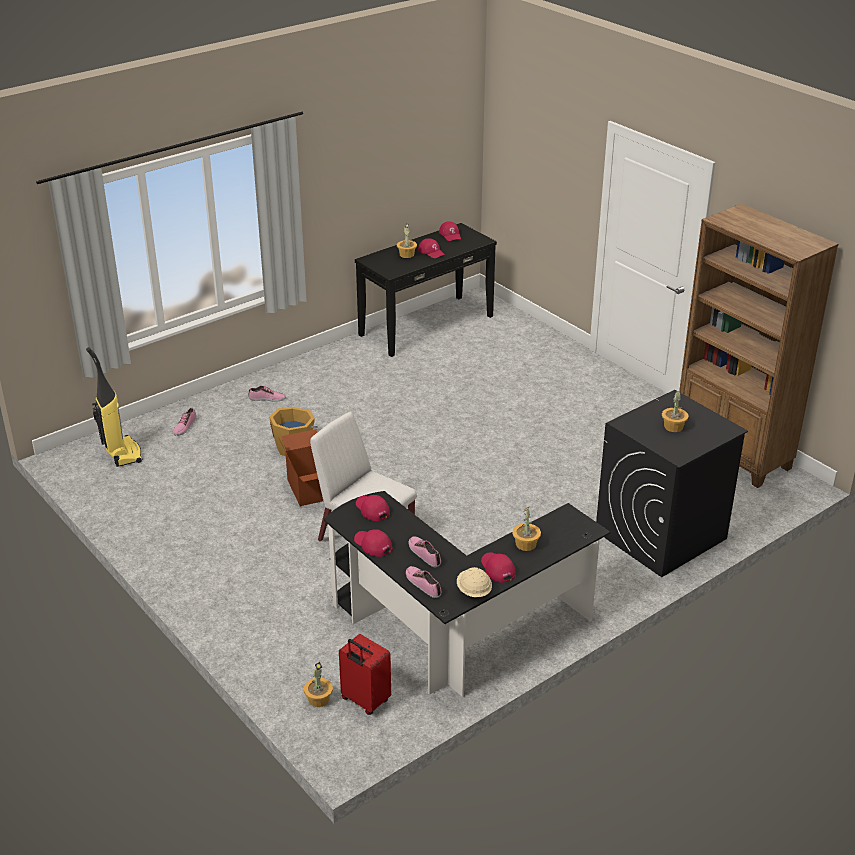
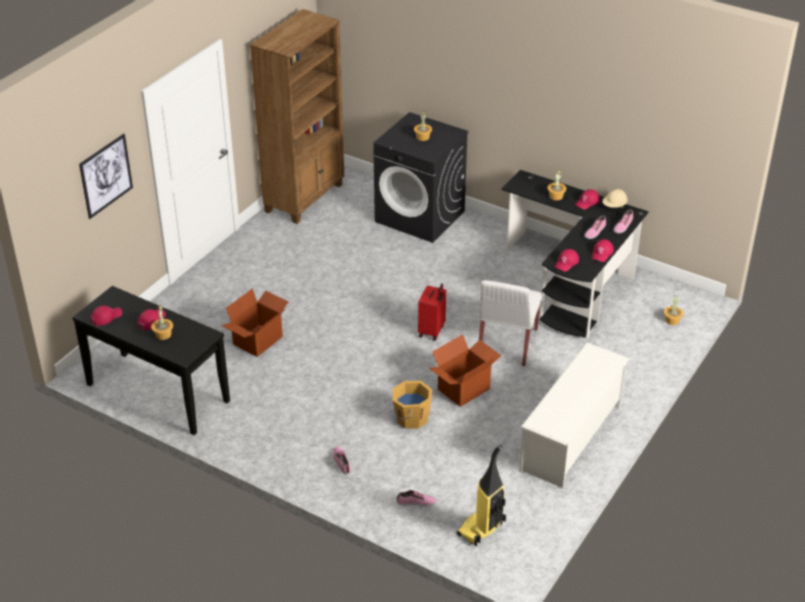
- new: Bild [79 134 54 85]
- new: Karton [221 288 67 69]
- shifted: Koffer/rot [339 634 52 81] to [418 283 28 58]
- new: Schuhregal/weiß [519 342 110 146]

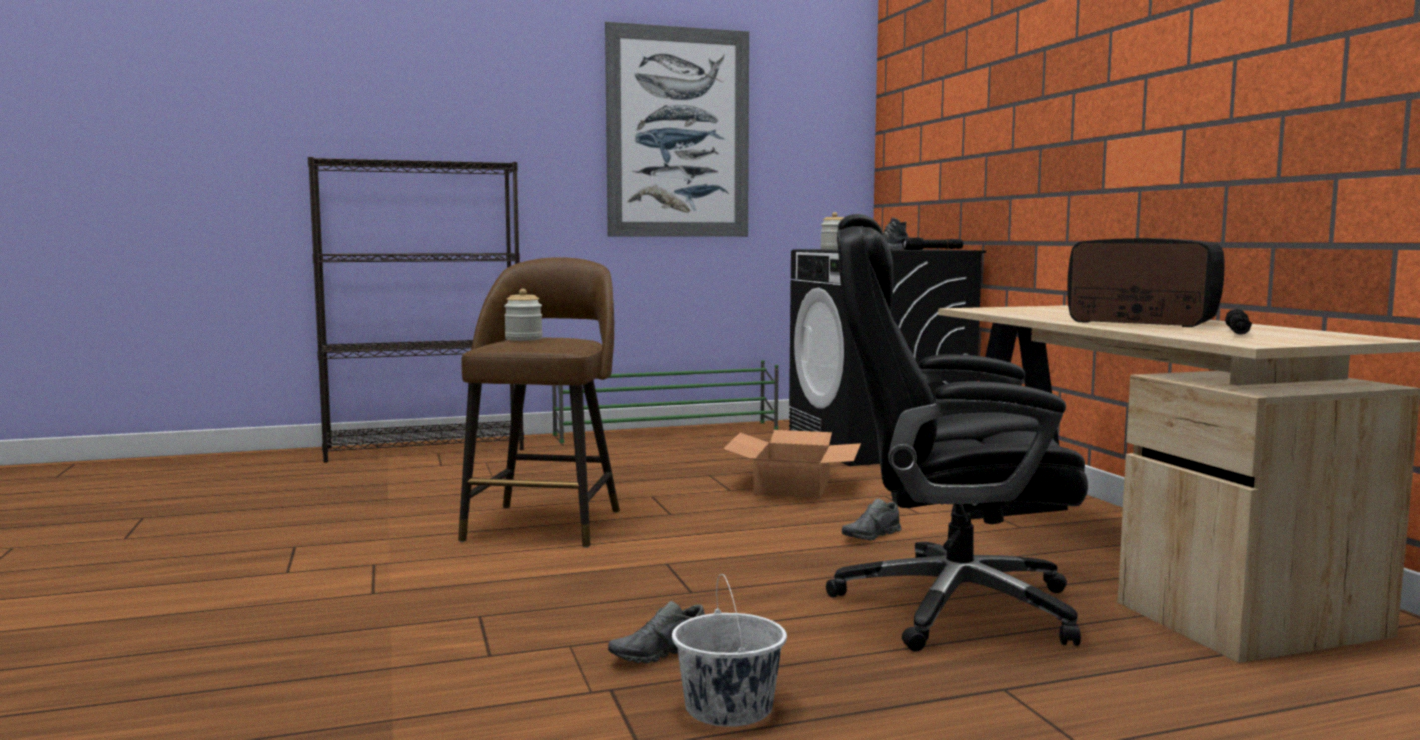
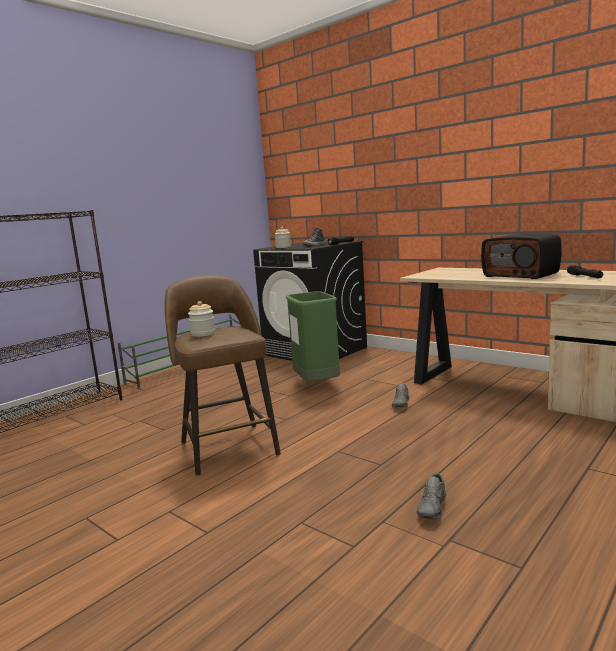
- swapped: Karton [723 430 138 69] to Mülleimer/grün [286 291 54 90]
- rotated: Radio [1067 238 157 89] = [481 233 81 46] 135 degrees counterclockwise
- gone: Bild [605 22 144 215]
- gone: Eimer/weiß [672 574 115 153]
- gone: Bürostuhl/schwarz [826 214 262 438]

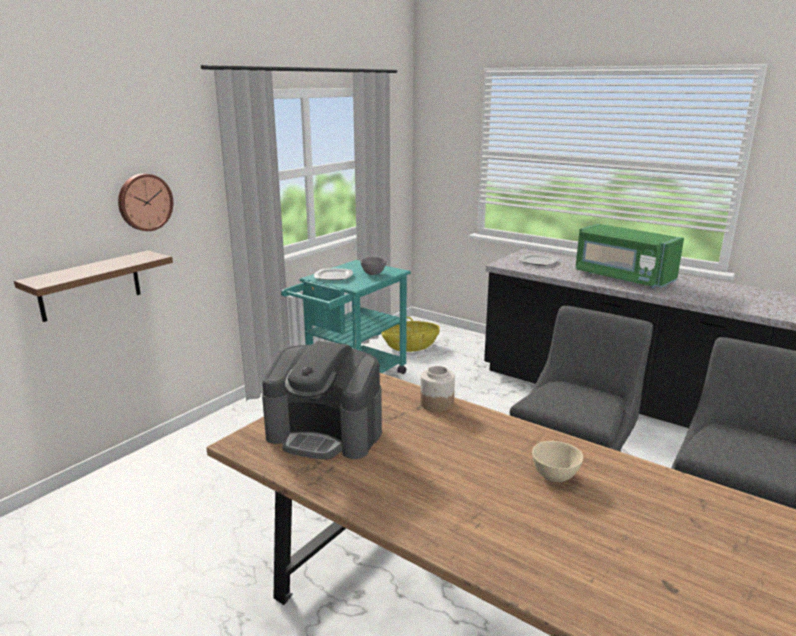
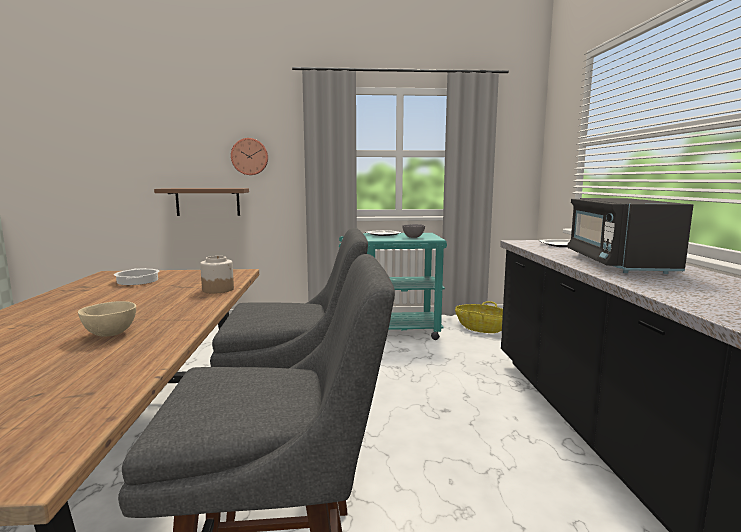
- swapped: Kaffeemaschine [262 341 120 119] to Kochtopf [114 268 45 17]
- repainted: Mikrowelle/grün [575 224 109 64] to Mikrowelle/schwarz [567 198 126 76]

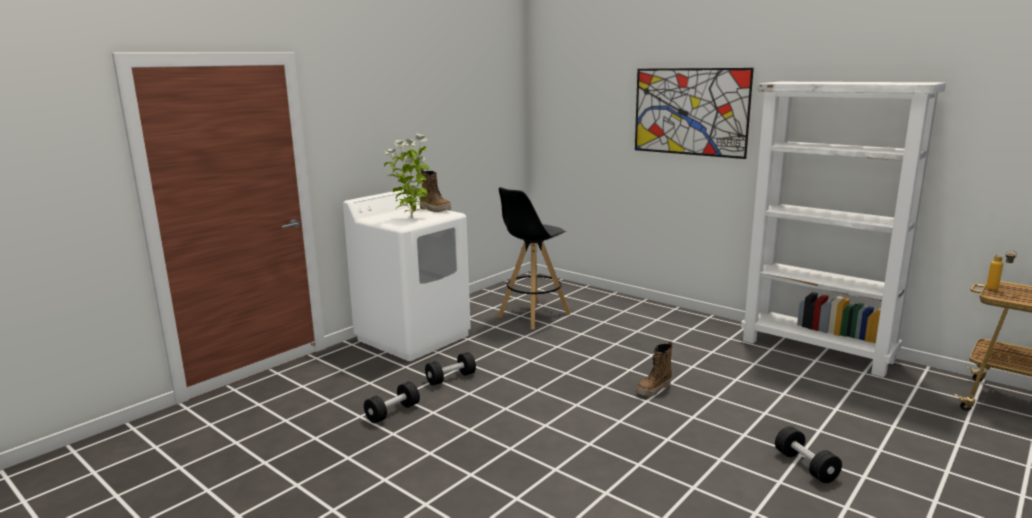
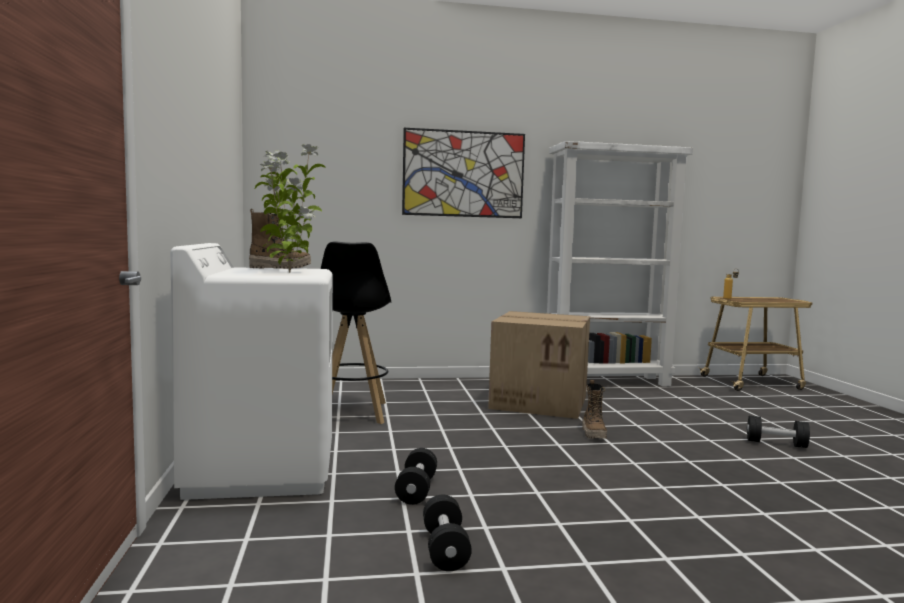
- new: Karton [488 311 102 108]

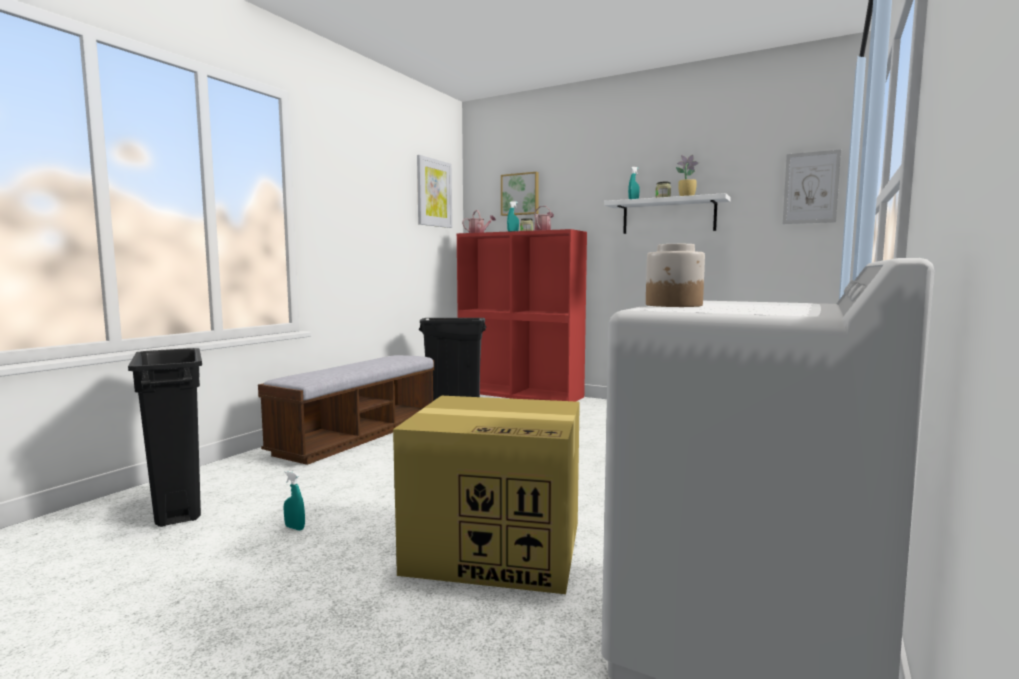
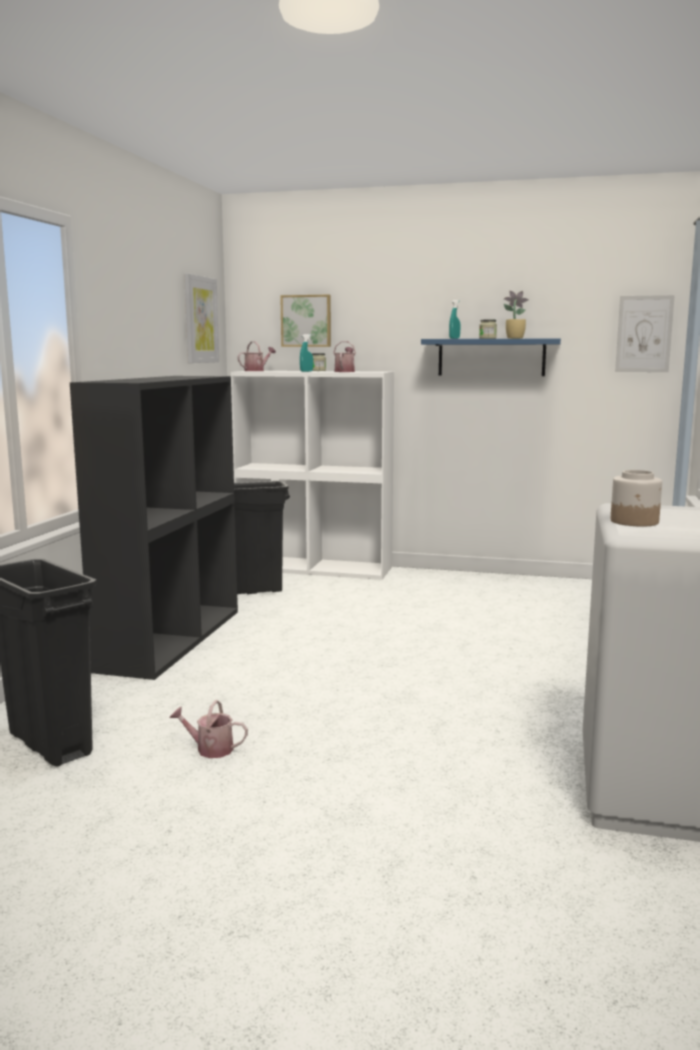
- swapped: Bank [258 355 176 110] to Bücherregal/schwarz [70 376 168 304]
- swapped: Sprühflasche/türkis [283 471 22 60] to Gießkanne [170 700 78 58]
- repainted: Bücherregal/rot [457 229 130 172] to Bücherregal/weiß [231 371 163 209]
- repainted: Wandregal/weiß [604 193 127 41] to Wandregal/blau [421 339 140 37]
- gone: Karton [393 396 187 198]

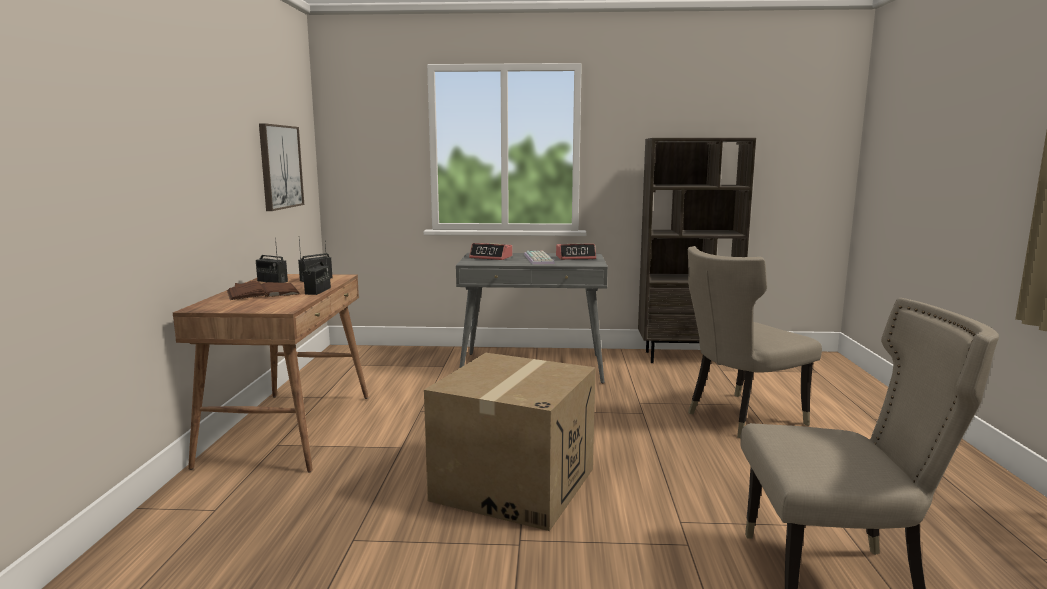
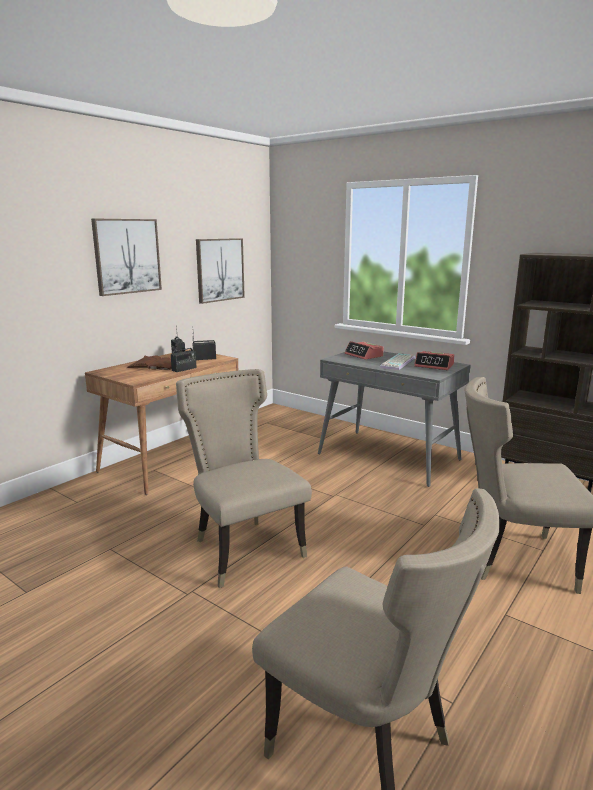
- new: Bild [91 219 71 77]
- swapped: Karton [424 353 172 178] to Stuhl/beige [176 369 136 219]

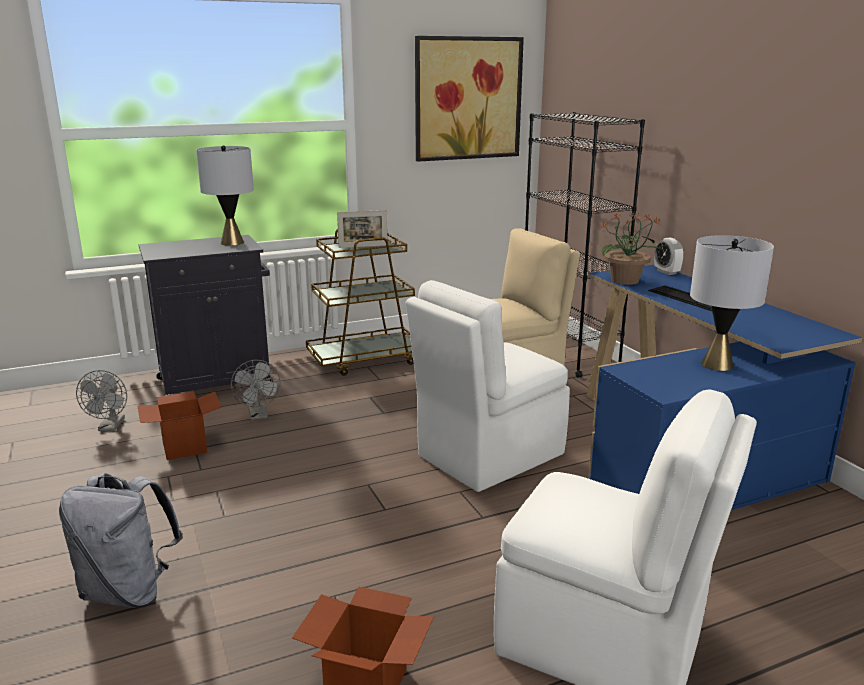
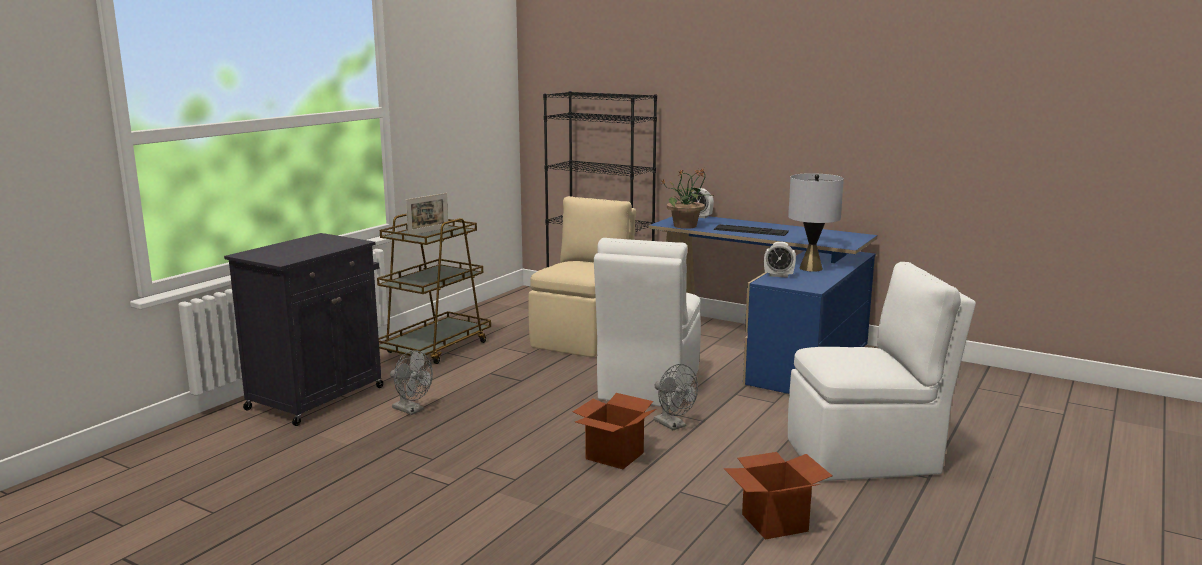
- shifted: Karton [138 391 83 69] to [573 393 83 76]
- shifted: Ventilator/grau [76 370 51 61] to [654 364 44 66]
- new: Wecker [764 242 32 36]
- gone: Rucksack/grau [59 473 124 135]
- gone: Tischlampe/grau [196 145 58 101]
- gone: Bild [415 36 109 126]

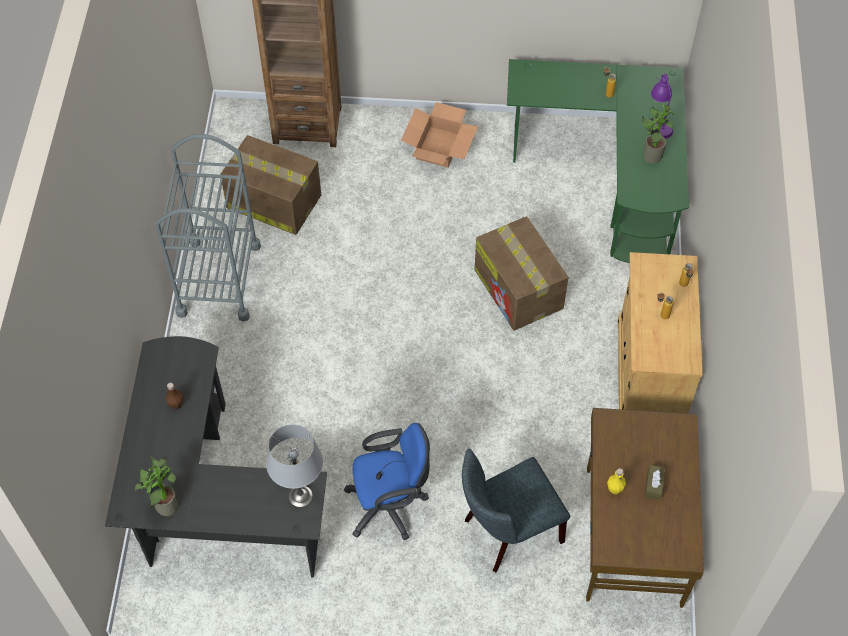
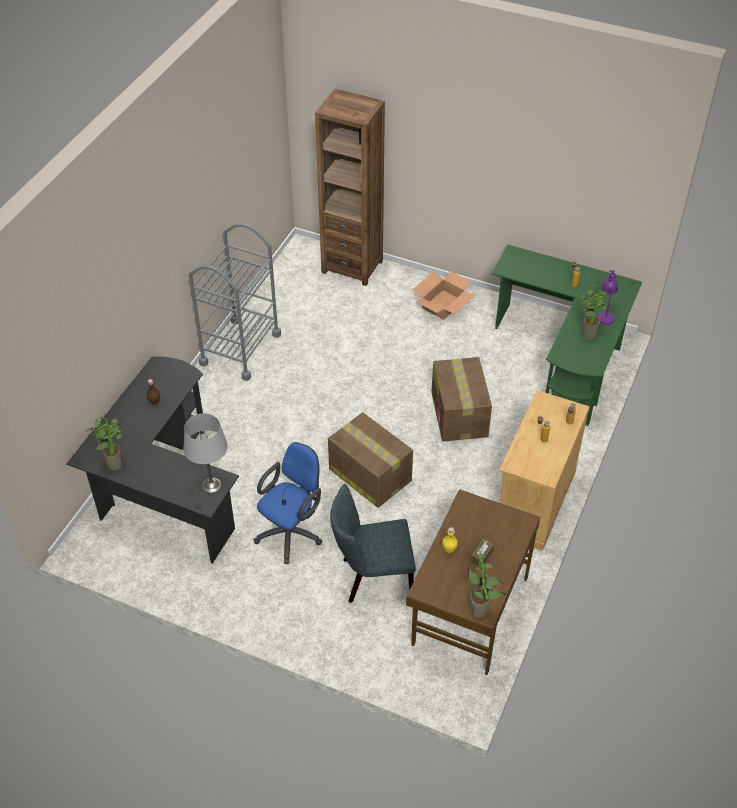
- rotated: Bürostuhl/blau [344 423 86 117] = [254 442 68 122] 60 degrees counterclockwise
- shifted: Karton [220 135 101 100] to [328 412 85 96]
- new: Topfpflanze [468 551 39 67]

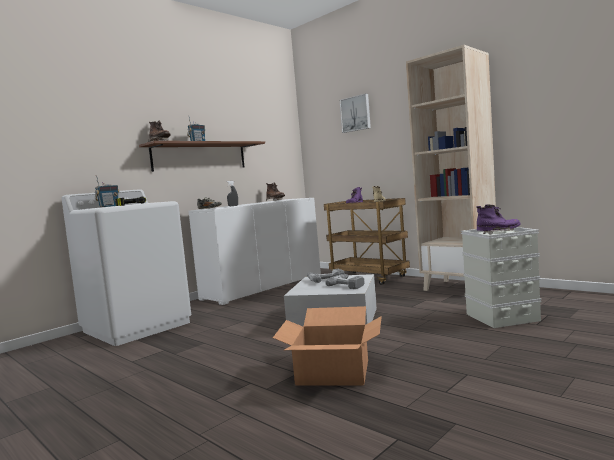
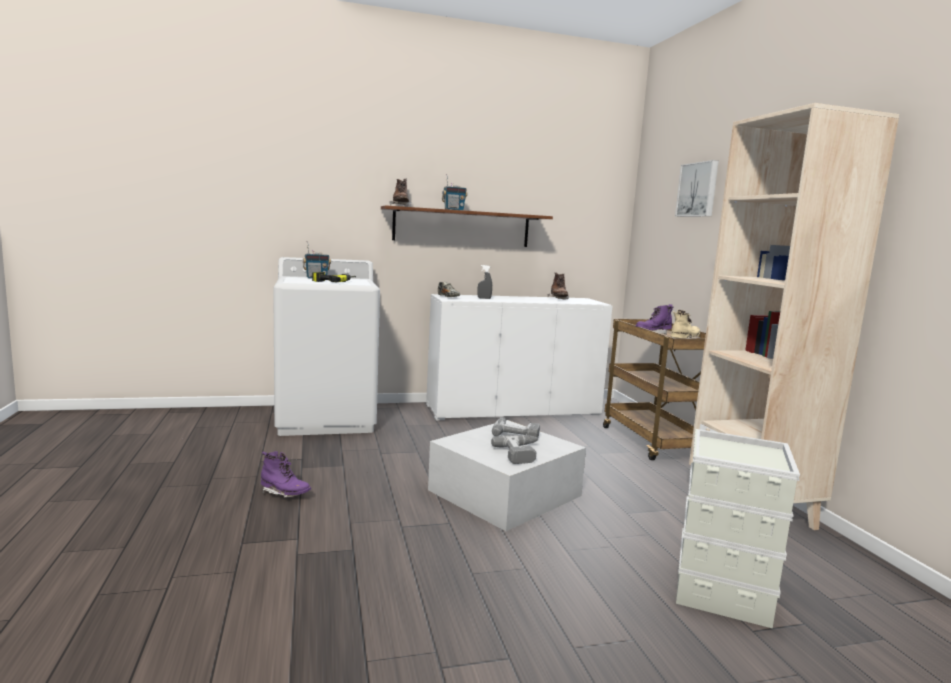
- shifted: Stiefel/lila [476 204 44 31] to [261 451 50 46]
- gone: Karton [273 306 109 79]

